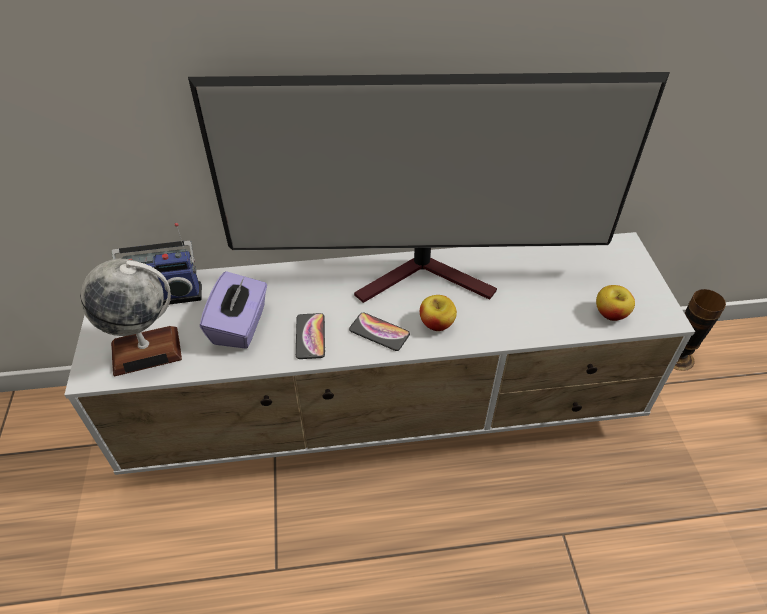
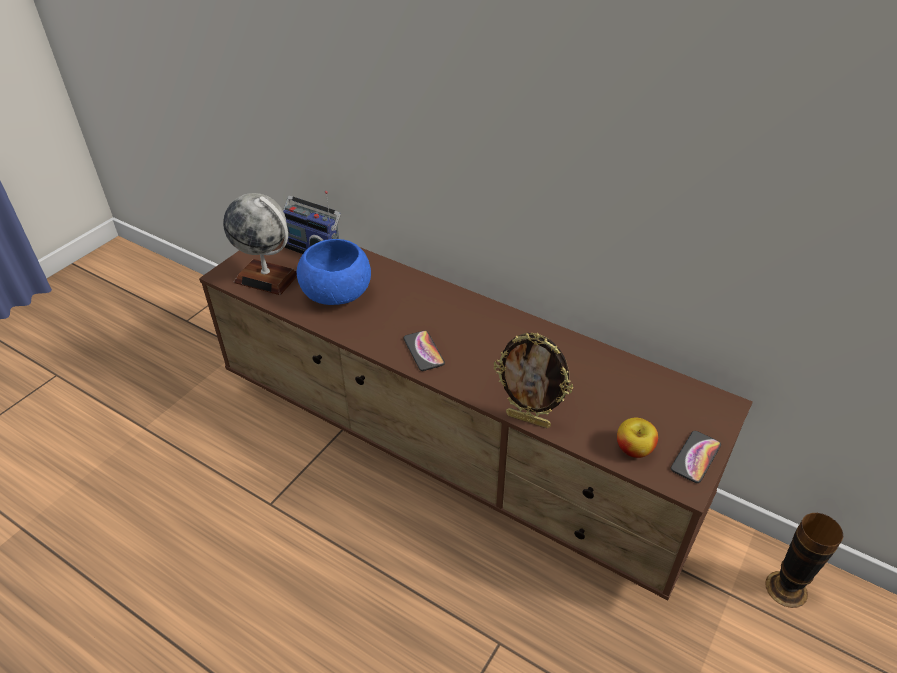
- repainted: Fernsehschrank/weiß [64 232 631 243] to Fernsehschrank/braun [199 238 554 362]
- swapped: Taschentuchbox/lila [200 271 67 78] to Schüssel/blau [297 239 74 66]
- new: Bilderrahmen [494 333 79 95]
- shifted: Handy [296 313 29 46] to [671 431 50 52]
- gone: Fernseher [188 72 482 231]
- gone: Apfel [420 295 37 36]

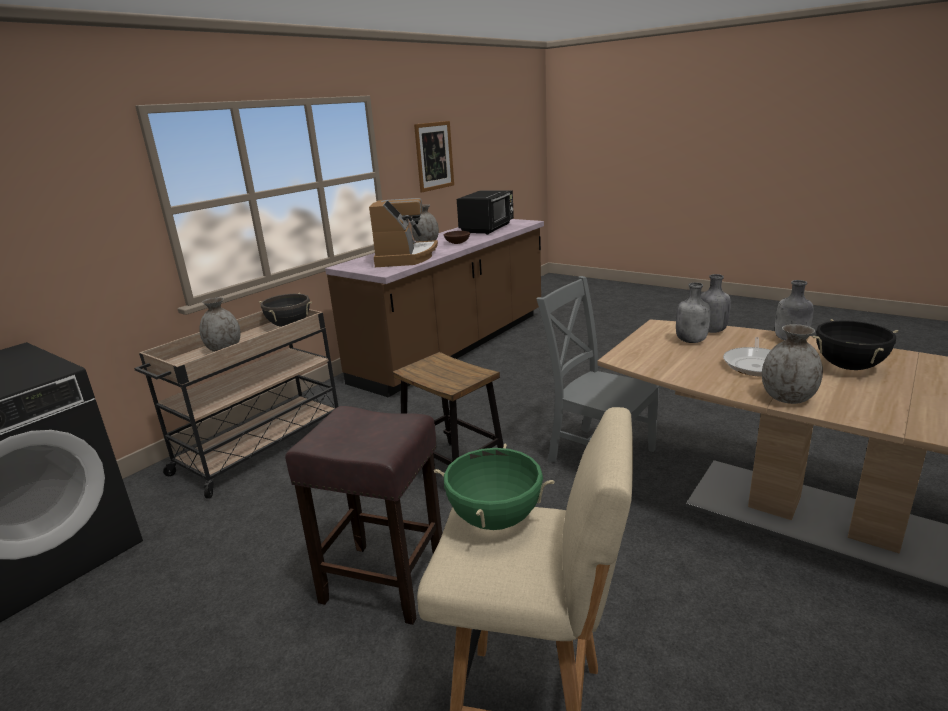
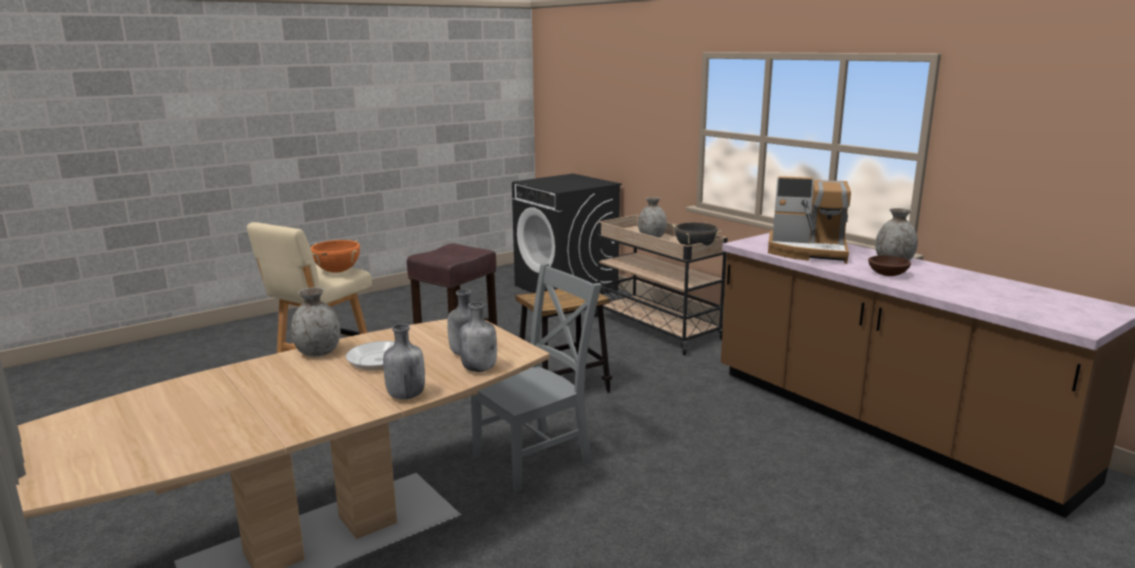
- repainted: Kochtopf/grün [434 443 121 87] to Kochtopf/orange [311 240 49 33]
- gone: Bild [414 121 40 71]
- gone: Mikrowelle/schwarz [457 190 57 45]
- gone: Kochtopf/schwarz [813 319 86 51]

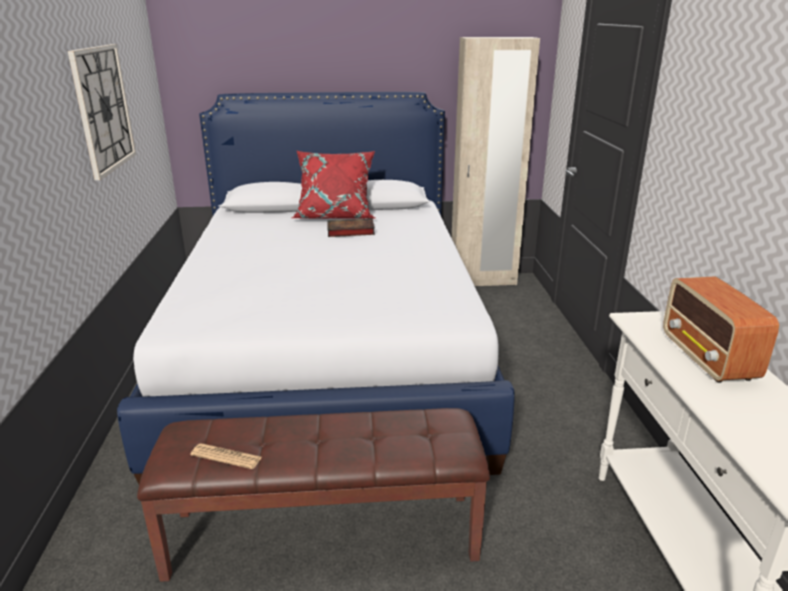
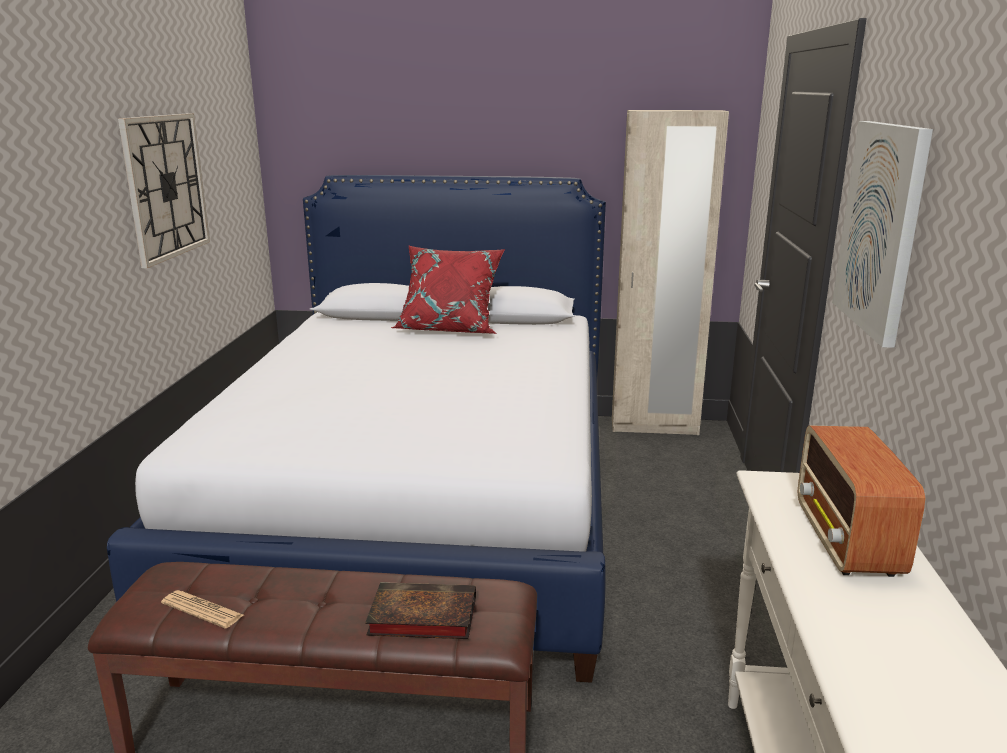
- shifted: Buch [328 218 47 19] to [365 582 111 57]
- new: Bild [832 121 101 227]

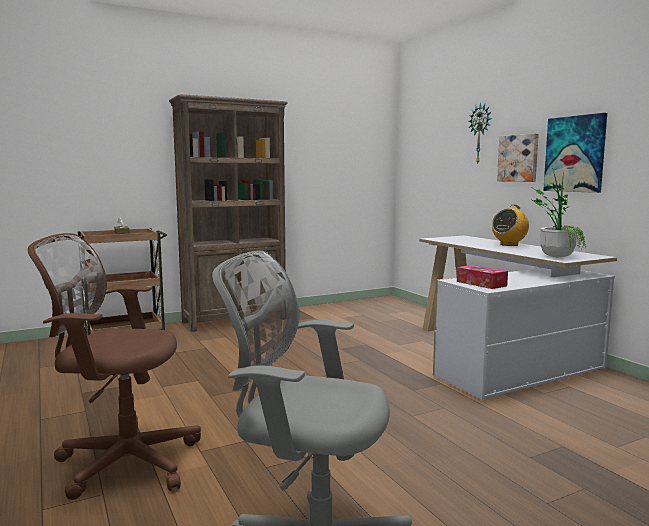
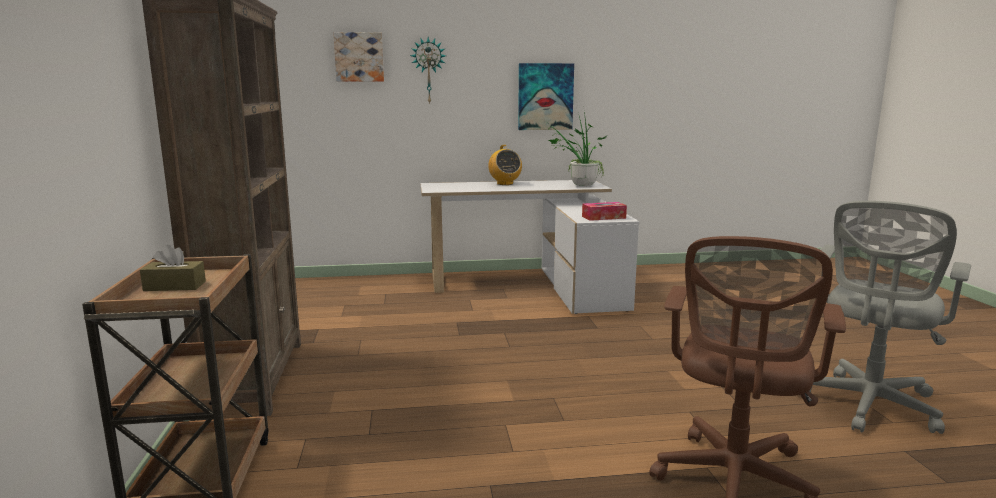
- shifted: Bild [497 133 42 49] to [333 32 51 50]

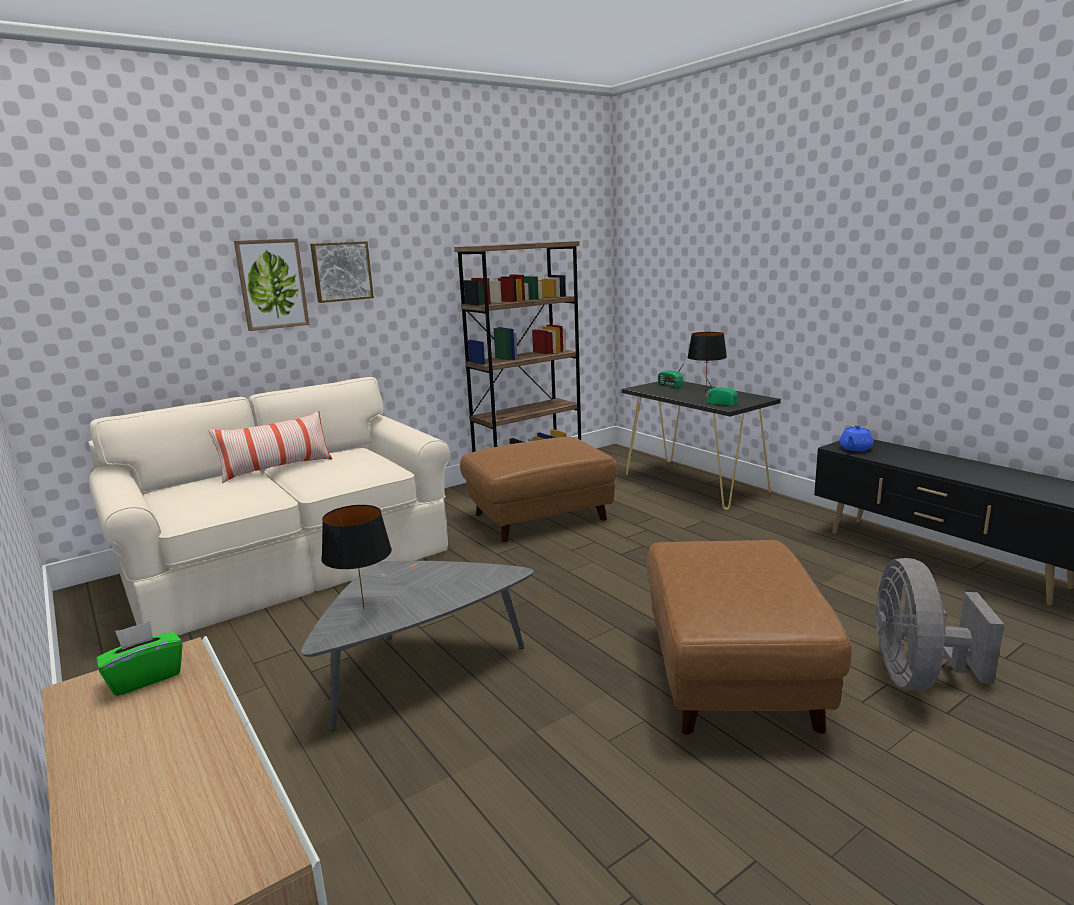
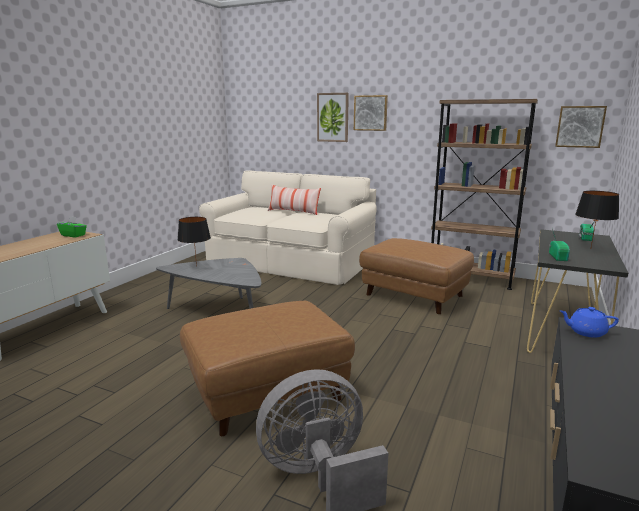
- new: Bild [555 106 52 42]

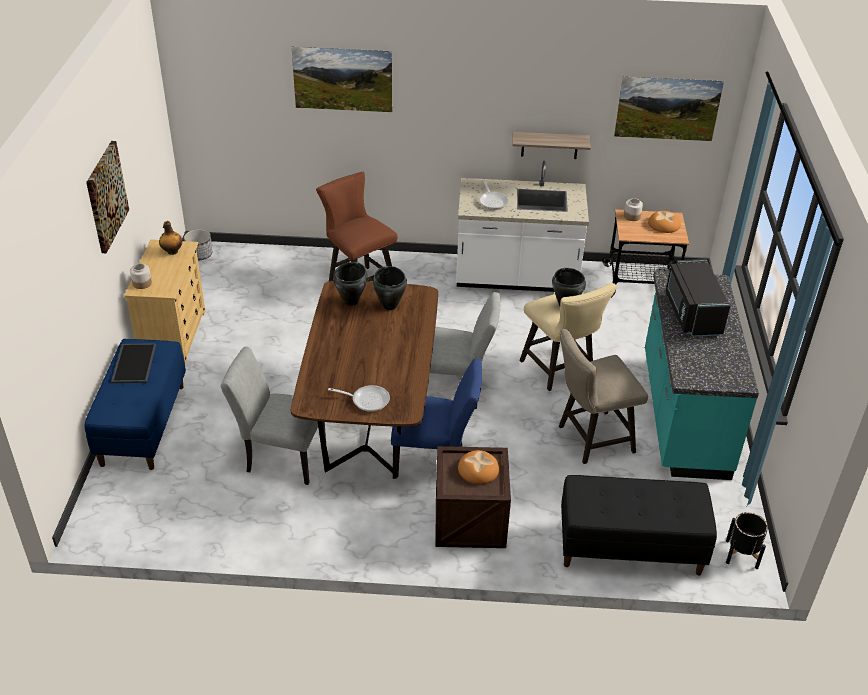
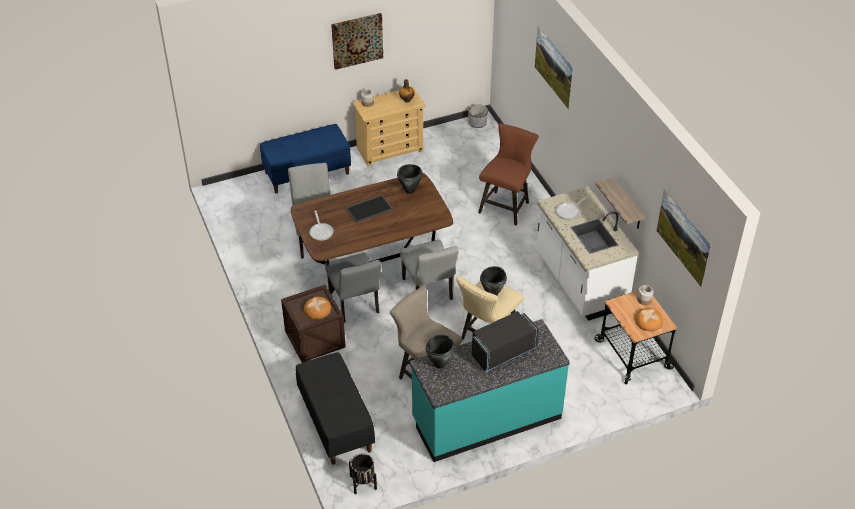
- repainted: Stuhl/blau [391 359 91 120] to Stuhl/grau [325 253 57 70]
- shifted: Tablett [111 343 45 40] to [346 195 47 28]
- shifted: Kochtopf/schwarz [372 266 35 44] to [426 334 29 34]

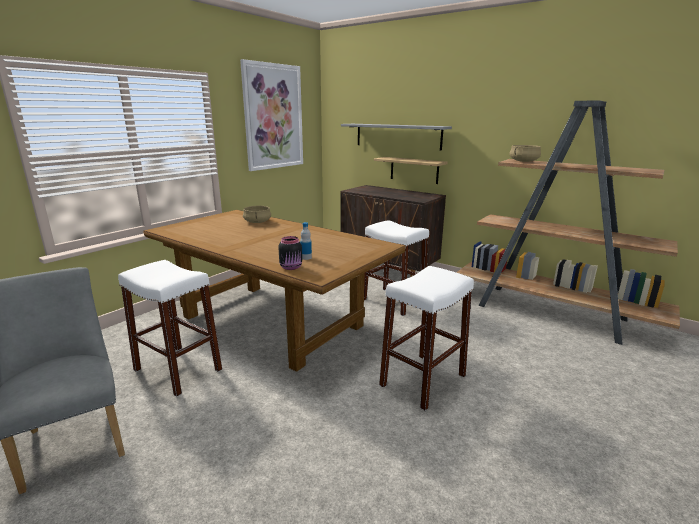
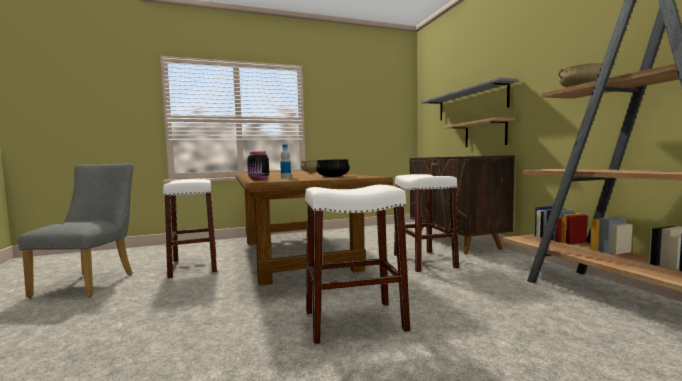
- new: Kochtopf/schwarz [316 159 34 18]
- gone: Bild [240 59 63 112]

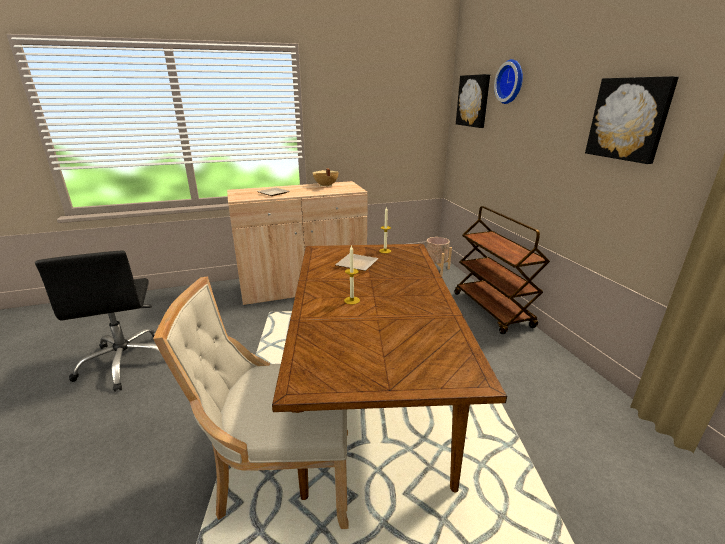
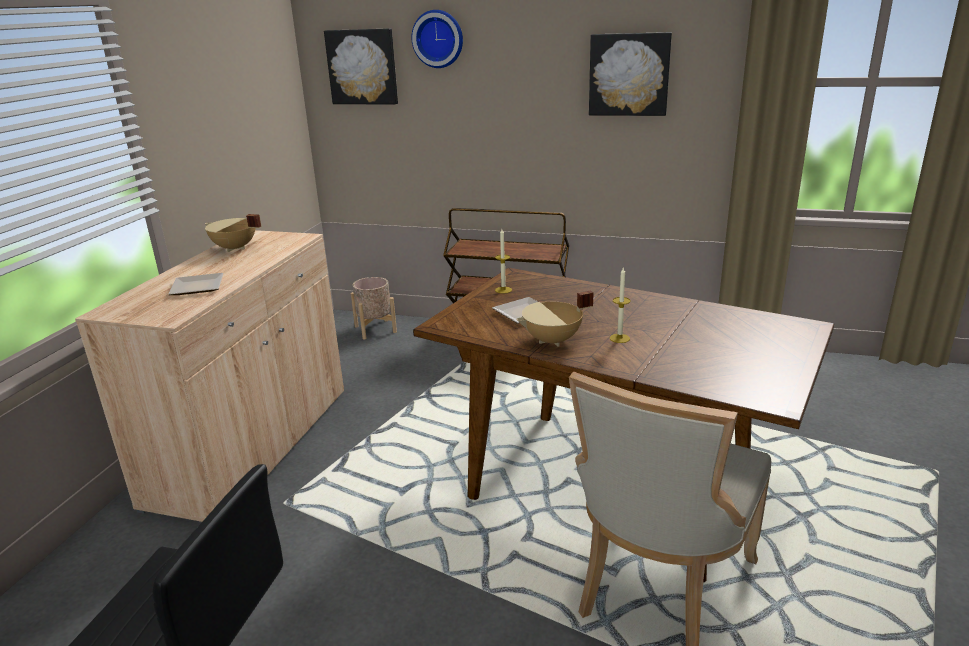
- new: Kochtopf/beige [517 290 76 57]

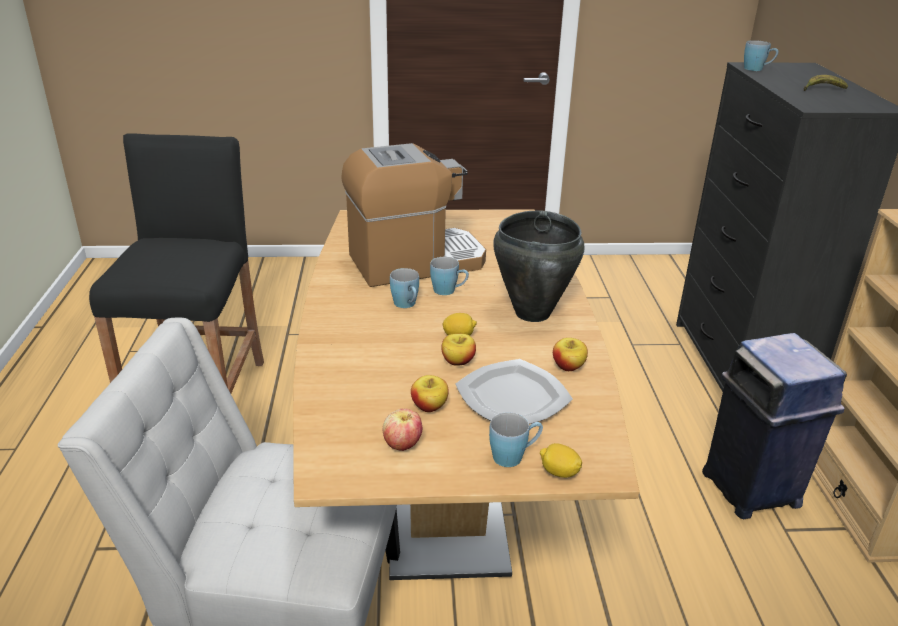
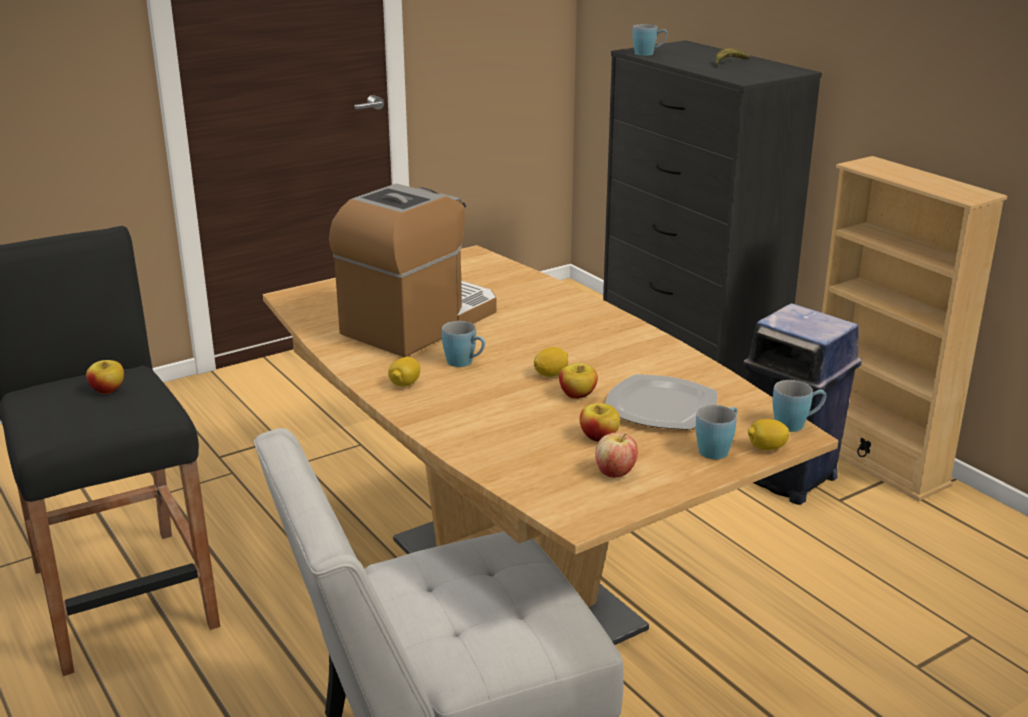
- shifted: Apfel [553 338 35 33] to [86 360 38 34]
- new: Zitrone [388 357 32 30]
- shifted: Henkelbecher/blau [430 257 39 38] to [773 380 54 52]
- gone: Kochtopf/schwarz [493 210 91 112]

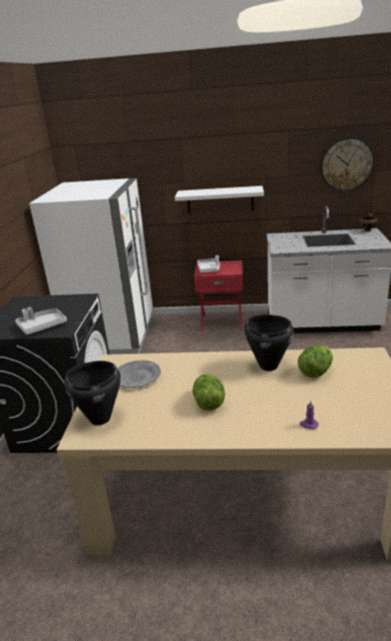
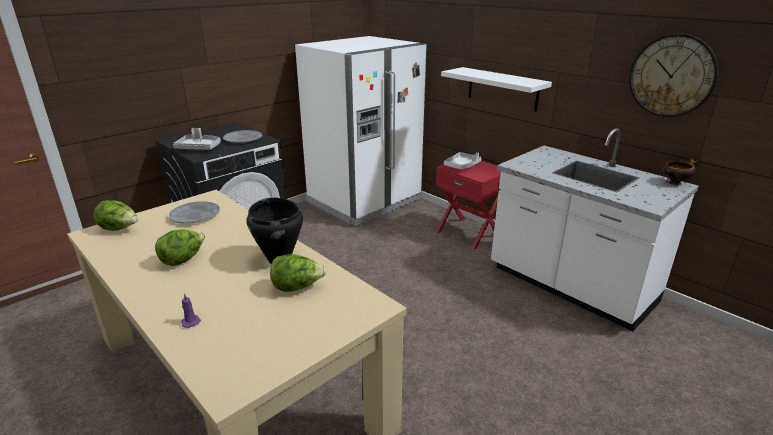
- swapped: Kochtopf/schwarz [64 361 57 64] to Salatkopf [94 200 44 31]
- new: Teller/grau [223 130 39 13]

